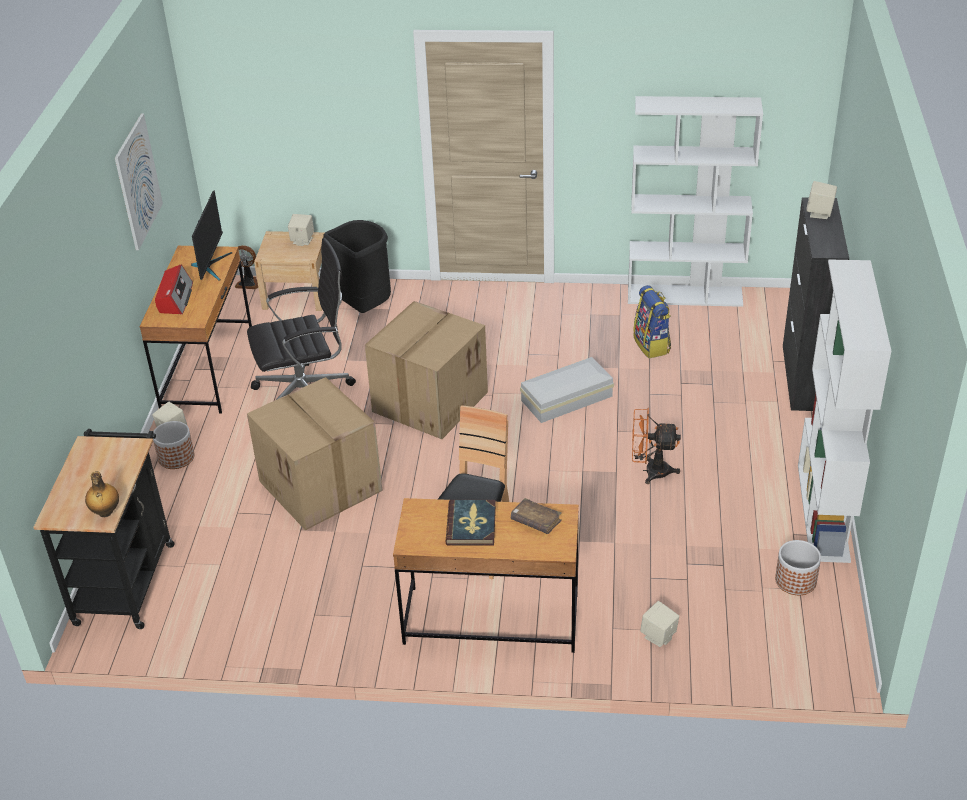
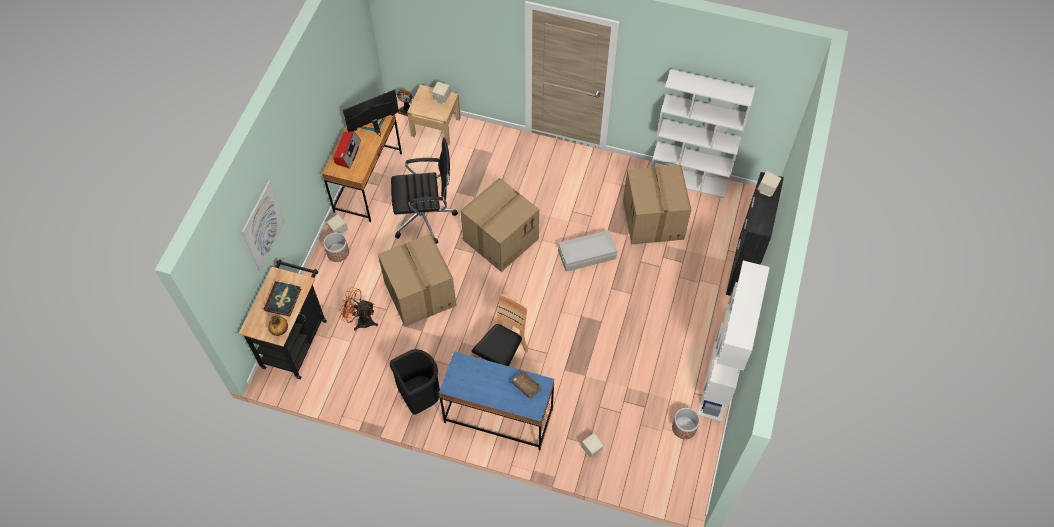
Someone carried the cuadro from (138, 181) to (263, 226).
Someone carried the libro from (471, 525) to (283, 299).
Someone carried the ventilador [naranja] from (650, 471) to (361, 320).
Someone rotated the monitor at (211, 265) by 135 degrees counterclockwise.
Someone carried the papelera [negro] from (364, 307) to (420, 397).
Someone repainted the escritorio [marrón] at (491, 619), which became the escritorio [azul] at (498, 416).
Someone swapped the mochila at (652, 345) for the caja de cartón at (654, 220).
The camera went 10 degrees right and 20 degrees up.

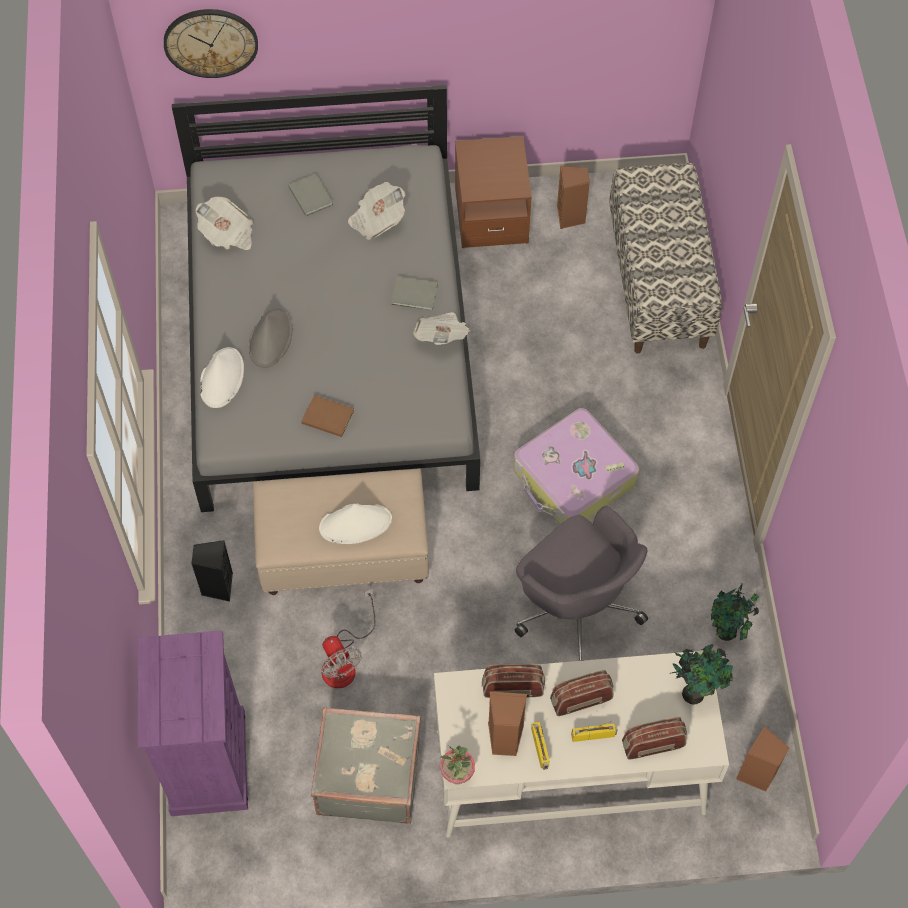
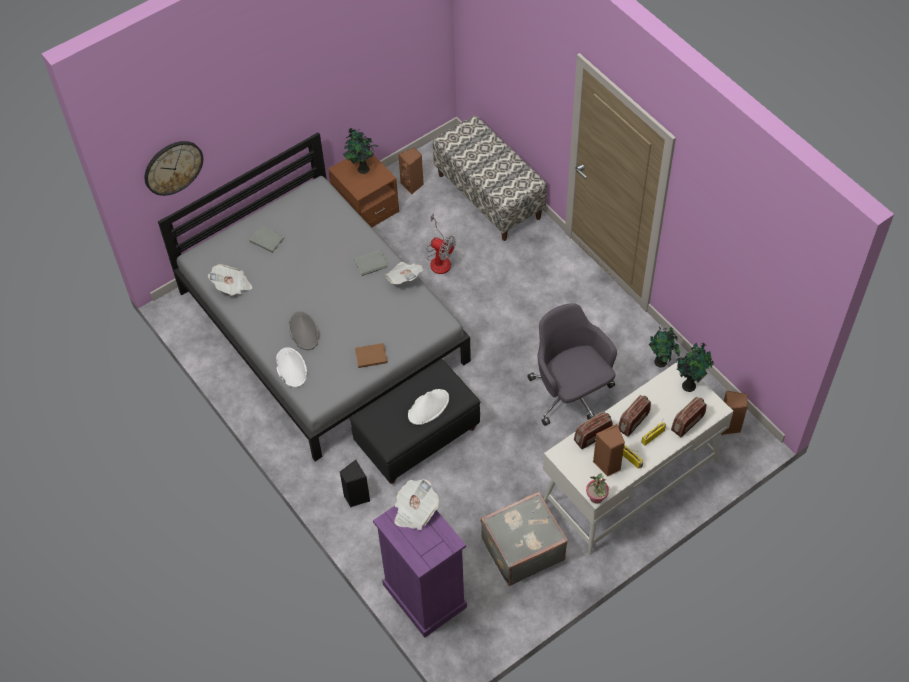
Someone put down the planta en maceta at (362, 169).
Someone repainted the puf [beis] at (345, 552), which became the puf [negro] at (418, 436).
Someone carried the periódico from (377, 220) to (414, 511).
Someone carried the ventilador from (344, 660) to (439, 259).
Someone rotated the silla de oficina [gris] at (576, 607) by 135 degrees counterclockwise.
Someone took away the maleta at (573, 478).
The camera went 30 degrees left and 5 degrees down.

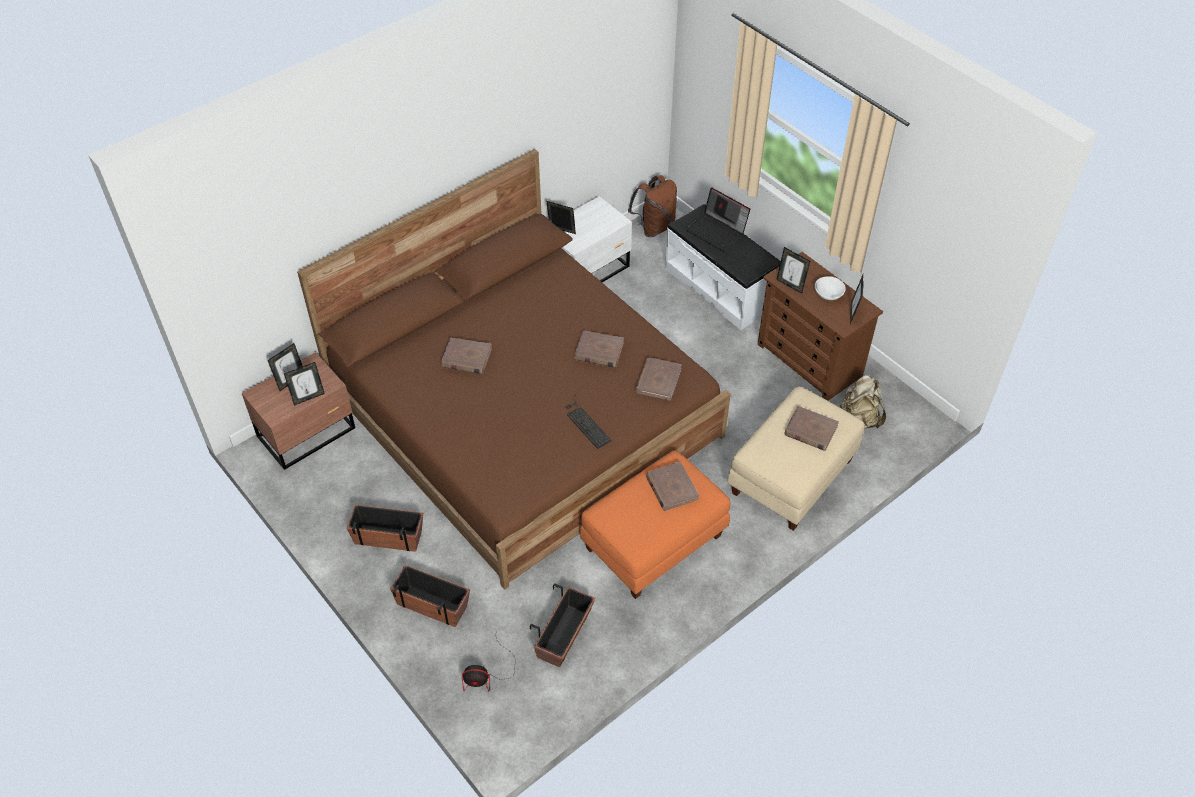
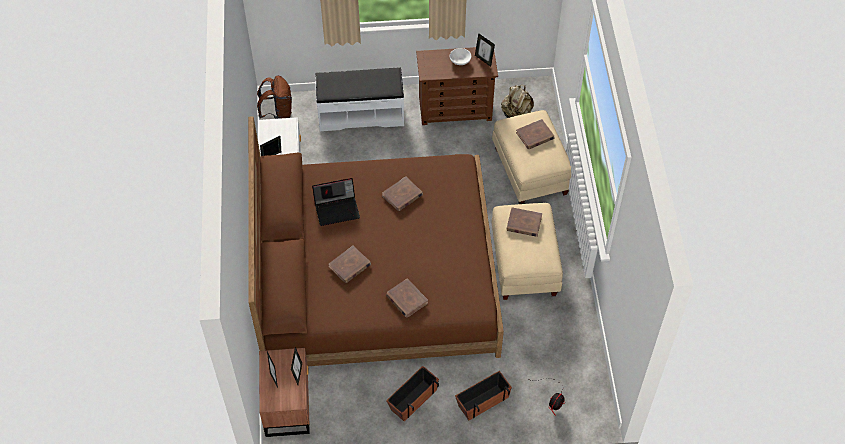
Someone carried the portátil from (717, 231) to (337, 209).
Someone carried the libro [marrón] from (658, 380) to (406, 299).
Someone repainted the puf [naranja] at (653, 541), which became the puf [beis] at (523, 263).
Someone took away the maceta at (564, 635).
Someone took away the teclado at (585, 423).
Someone took away the portarretratos at (790, 285).
The camera went 55 degrees left and 5 degrees up.

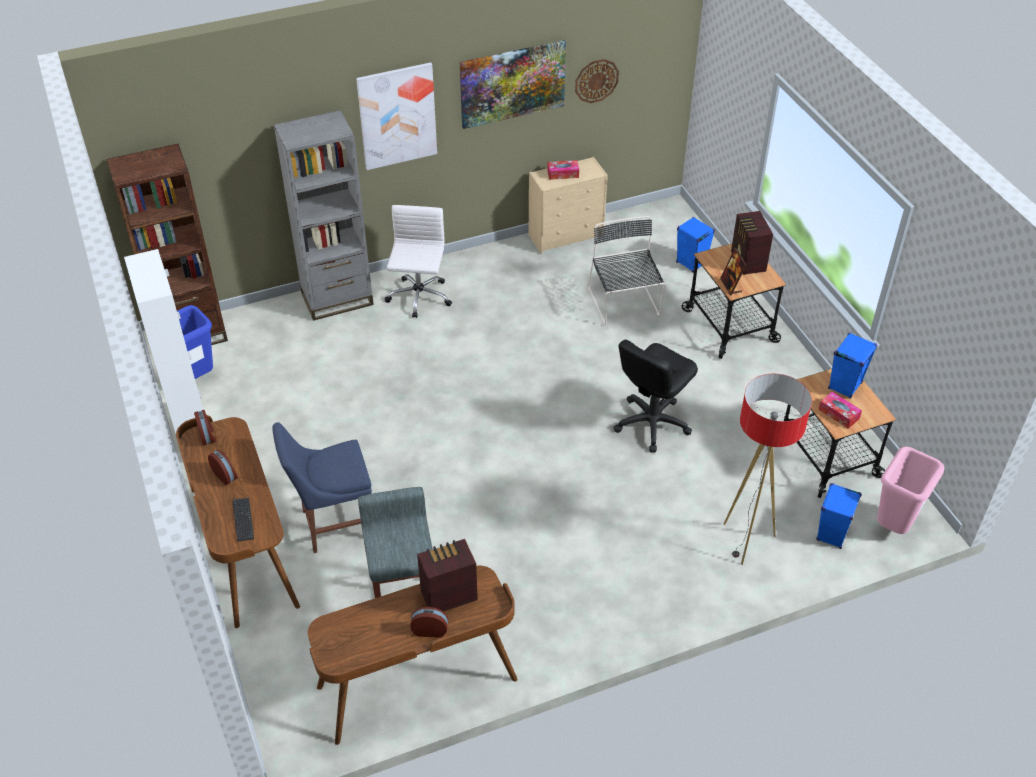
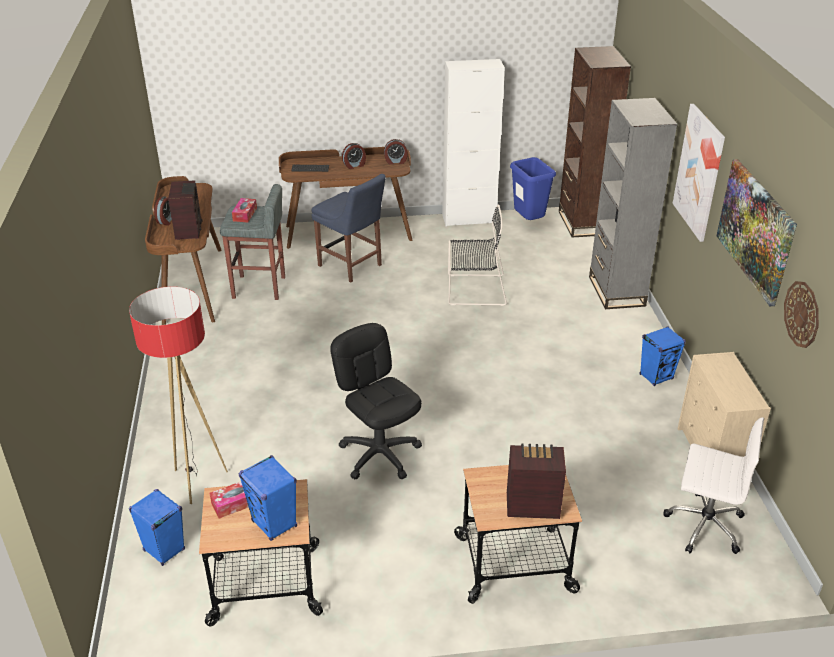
Someone carried the caja de pañuelos from (563, 174) to (245, 214).
Someone rotated the silla [azul] at (333, 524) by 135 degrees clockwise.
Someone carried the silla [negro] from (624, 303) to (473, 290).
Someone carried the altavoz [azul] from (691, 263) to (656, 376).
Someone carried the silla de oficina [blanco] from (419, 298) to (703, 524).
Someone took away the portarretratos at (731, 286).
Someone took away the papelera [rosa] at (894, 526).
The camera went 105 degrees right and 10 degrees down.

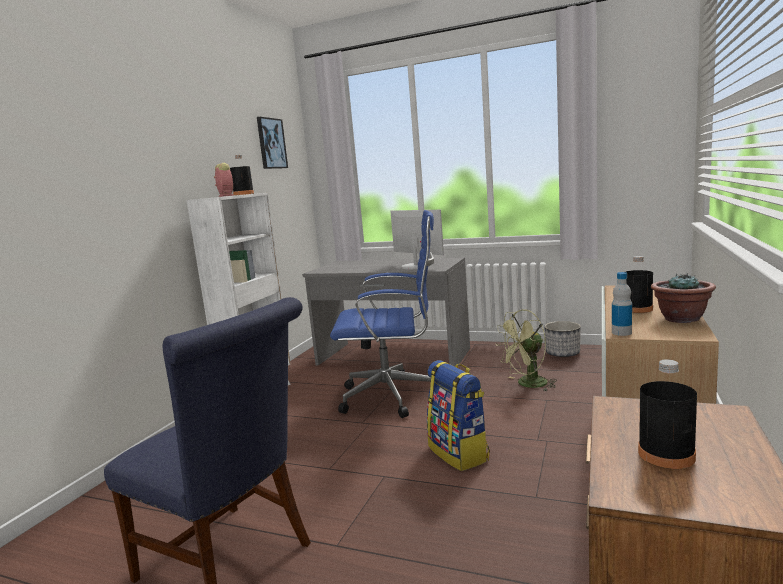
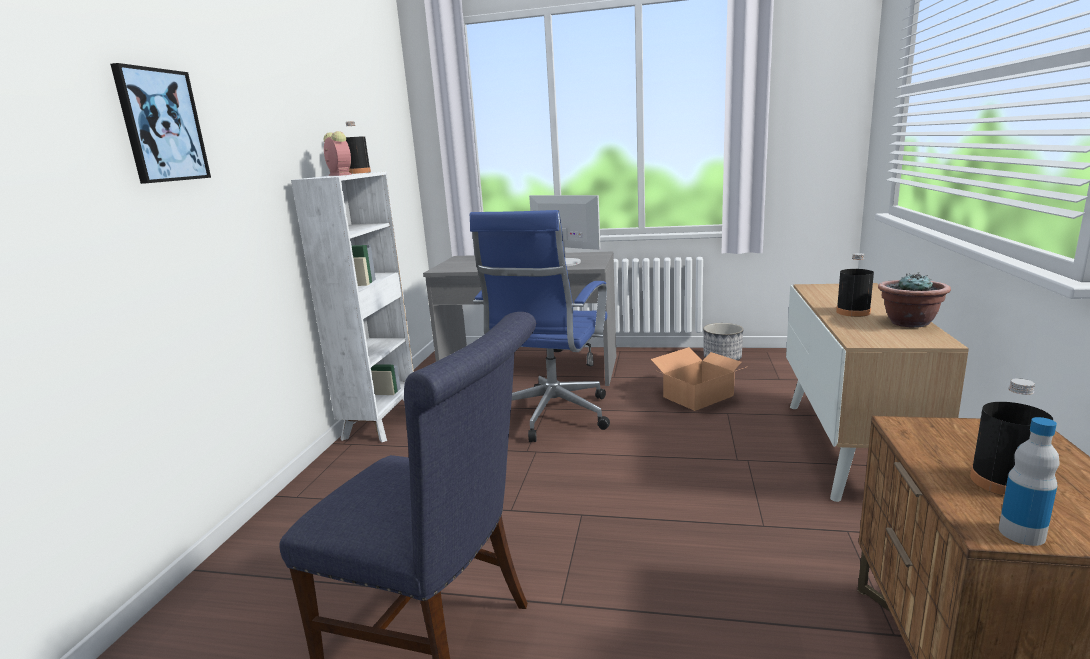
Someone carried the cuadro from (271, 143) to (161, 126).
Someone rotated the silla de oficina [azul] at (393, 396) by 120 degrees clockwise.
Someone swapped the ventilador [verde] at (527, 385) for the caja de cartón at (699, 396).
Someone carried the botella from (621, 332) to (1021, 533).
Someone took away the mochila at (459, 453).
The camera went 10 degrees left and 5 degrees up.

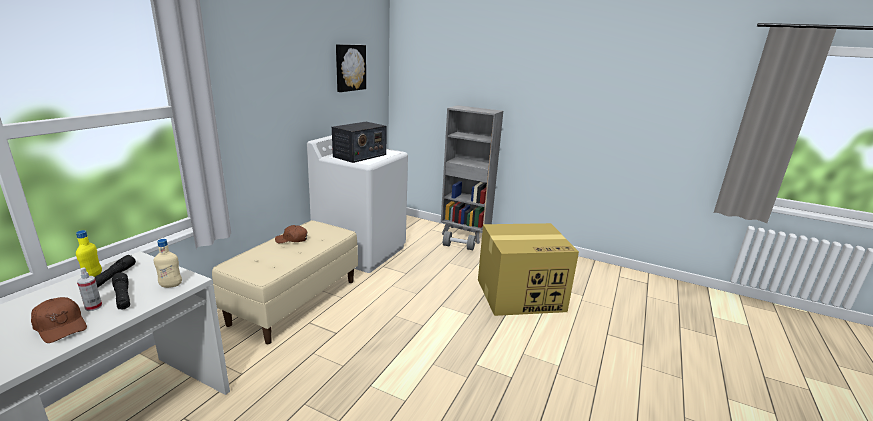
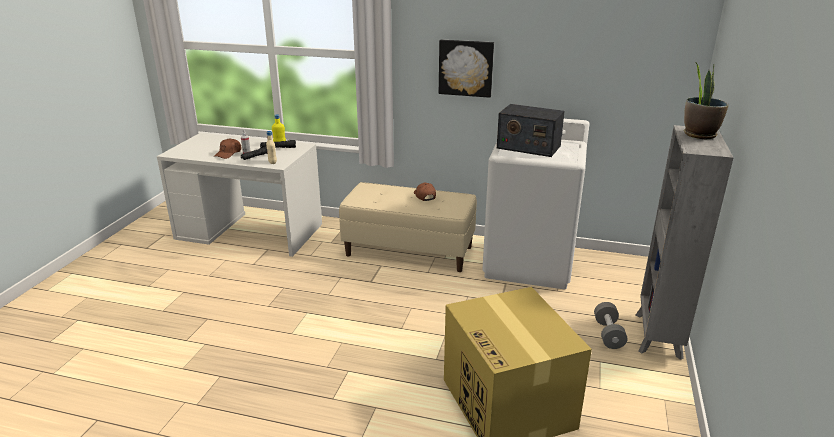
Someone carried the cuadro from (349, 67) to (466, 68).
Someone put down the planta en maceta at (699, 135).
The camera went 80 degrees right and 5 degrees up.

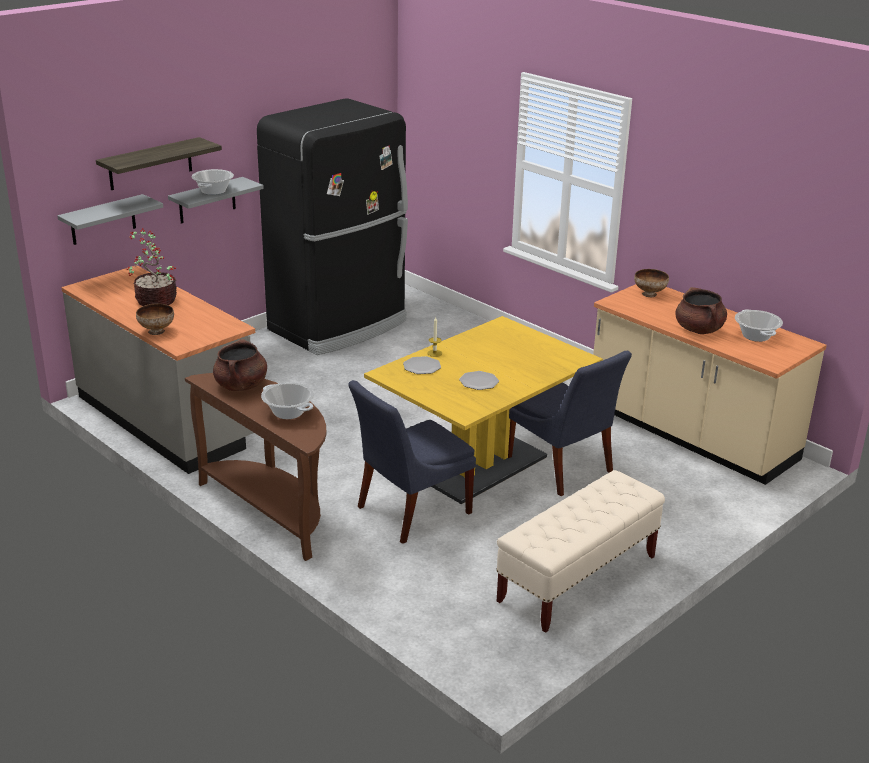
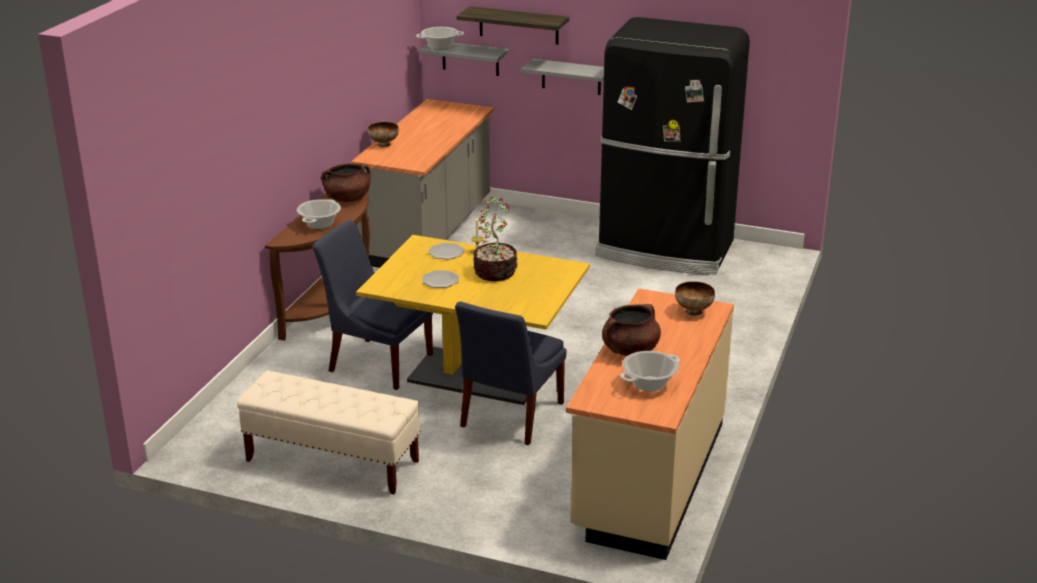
Someone carried the olla from (214, 191) to (440, 46).
Someone carried the planta en maceta from (155, 300) to (495, 272).
The camera went 65 degrees right and 0 degrees up.

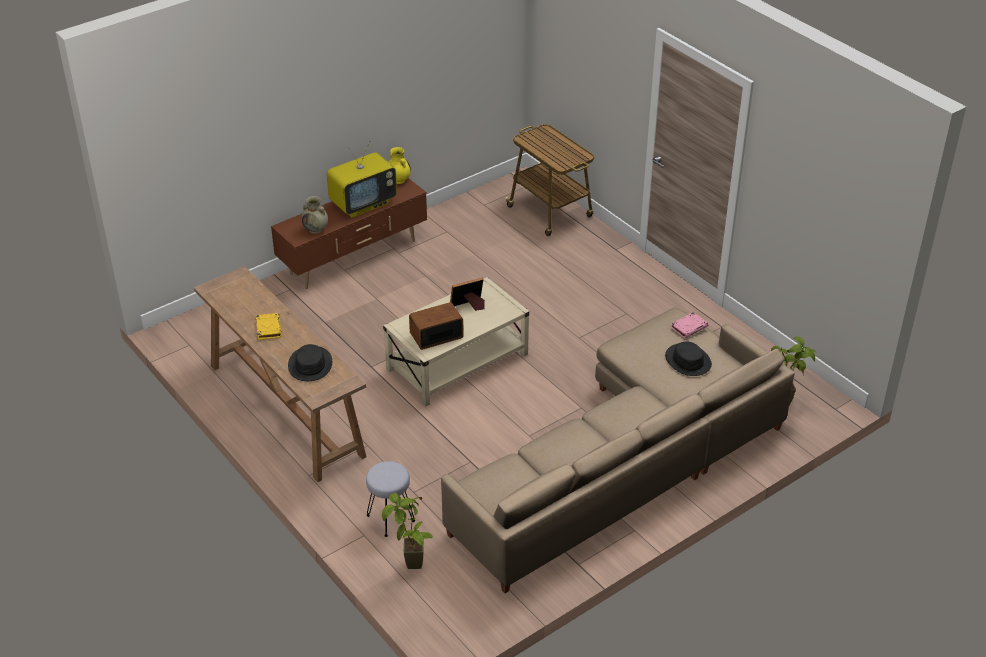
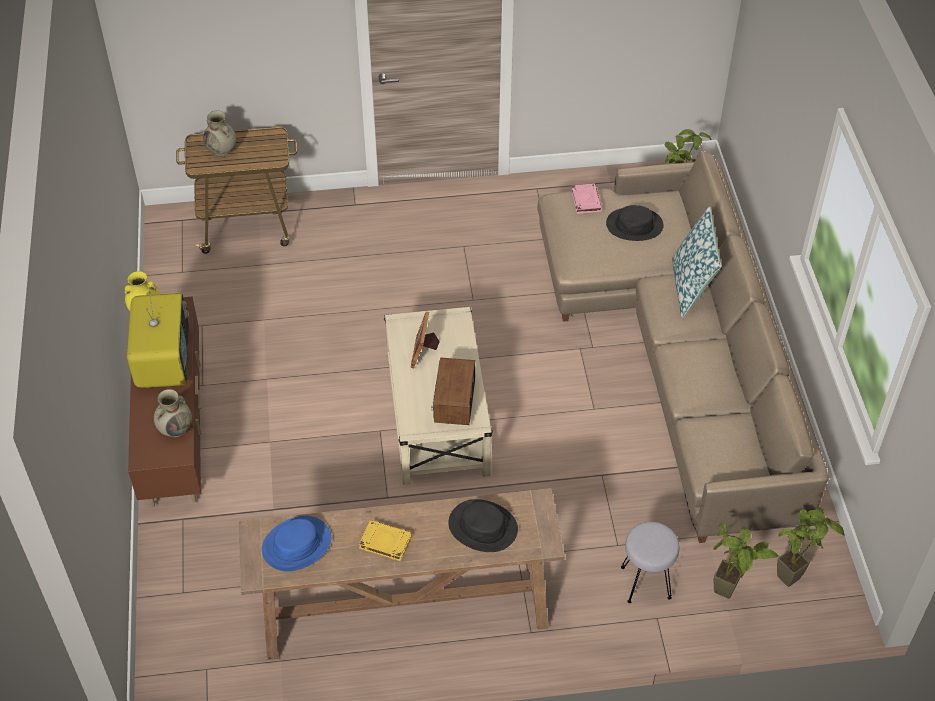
Someone put down the florero [beis] at (222, 150).
Someone put down the sombrero [azul] at (297, 545).
Someone put down the cojín at (691, 287).
Someone put down the planta en maceta at (796, 575).
The camera went 60 degrees left and 10 degrees up.

